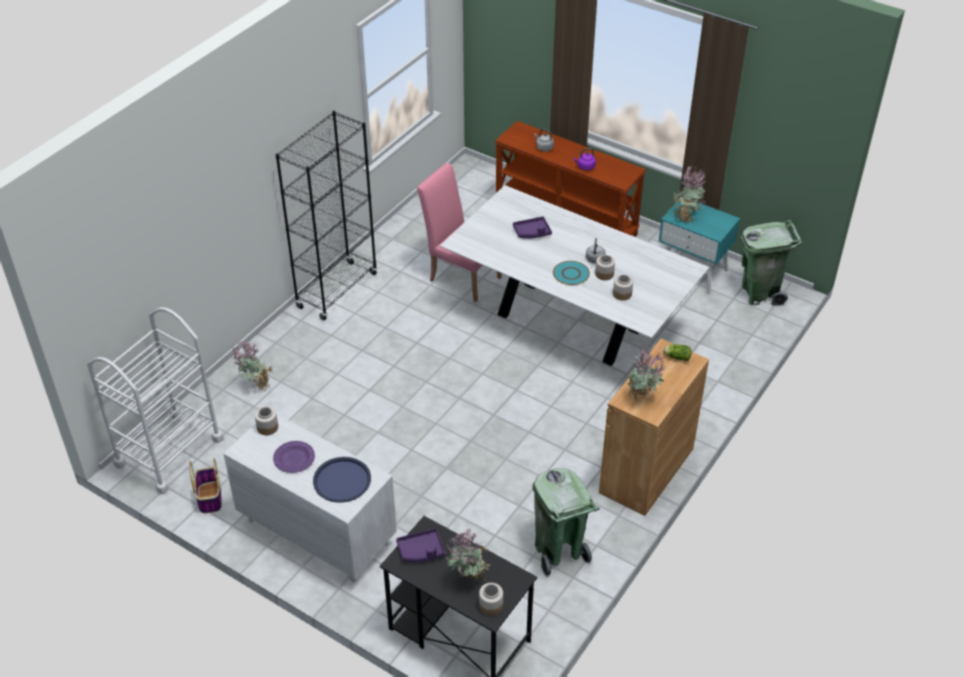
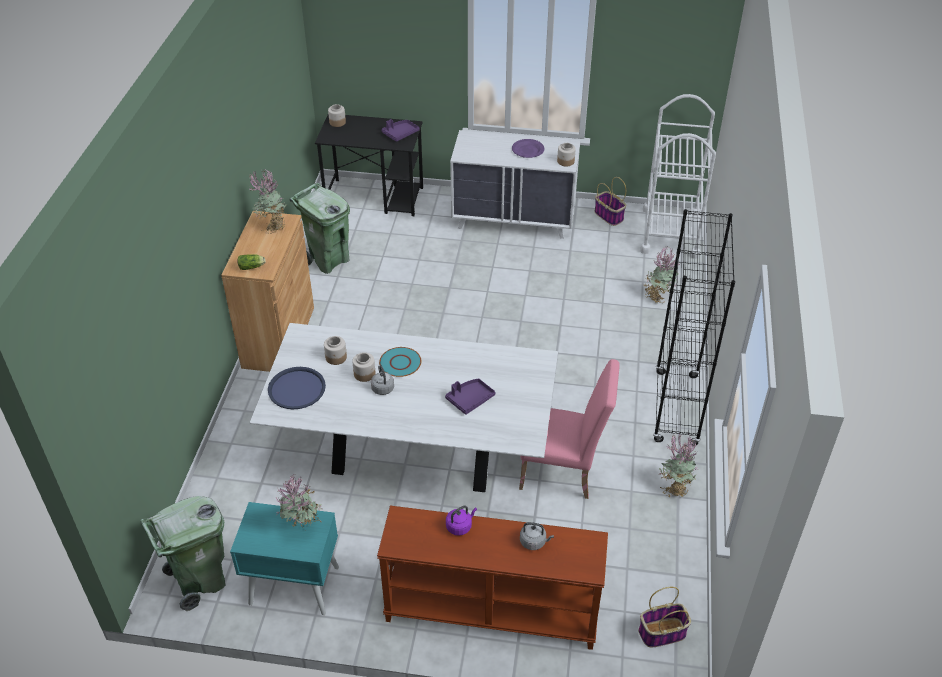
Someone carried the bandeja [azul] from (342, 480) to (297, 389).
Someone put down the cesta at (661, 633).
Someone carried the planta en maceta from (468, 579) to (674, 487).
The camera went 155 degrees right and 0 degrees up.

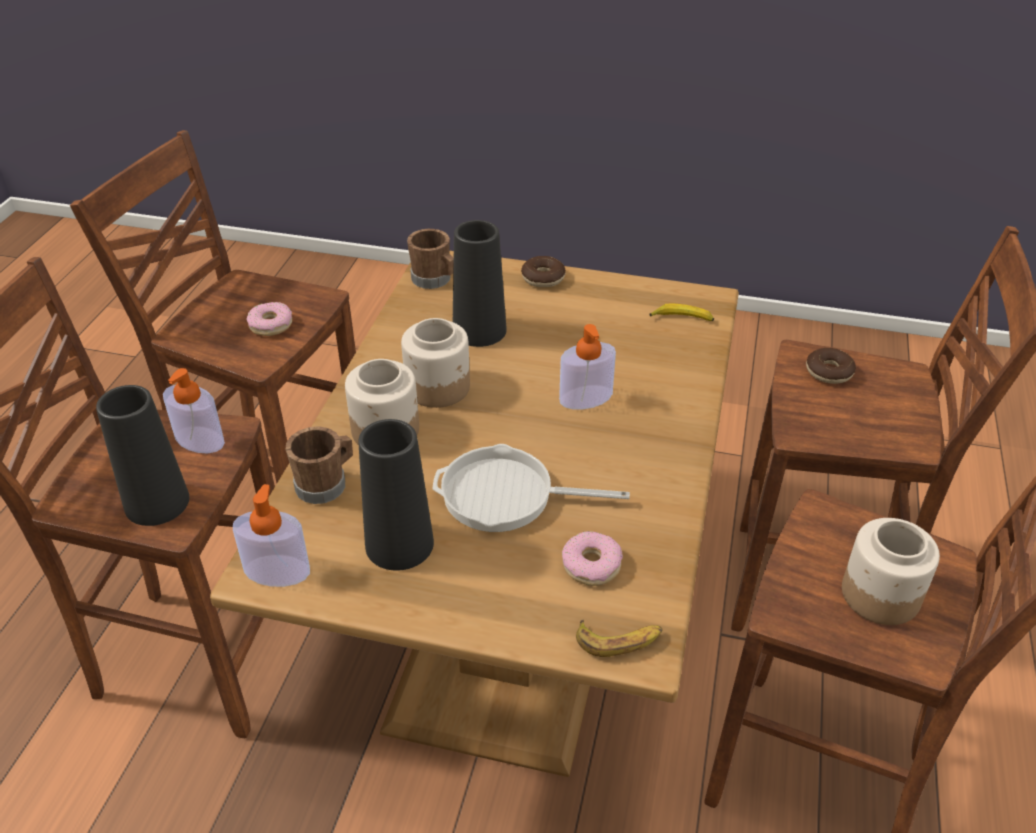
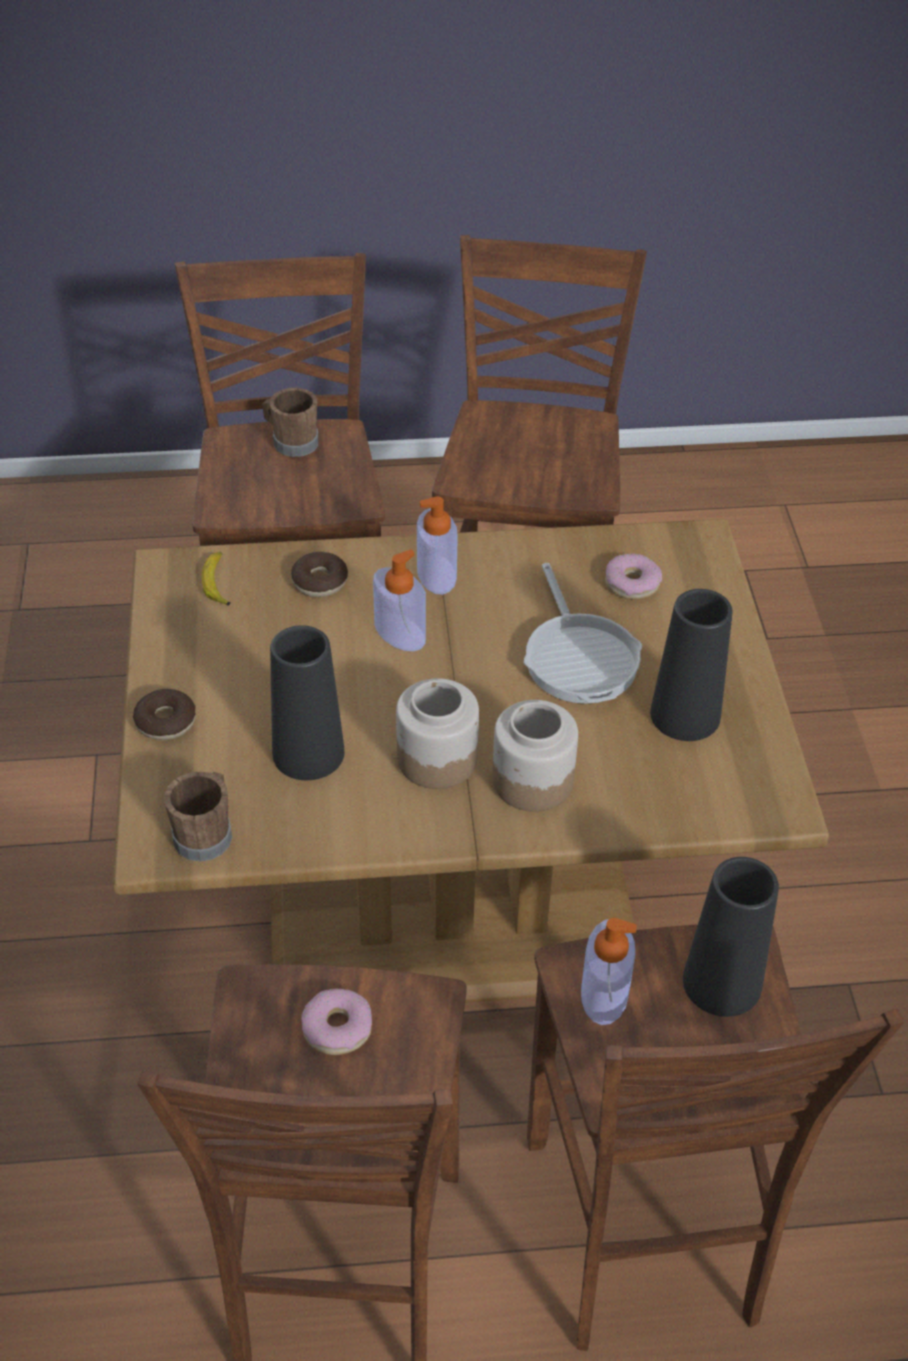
Someone carried the taza grande [marrón] from (326, 484) to (291, 442).
Someone carried the rosquilla from (829, 372) to (320, 581).
Someone carried the dispensador de jabón from (277, 571) to (436, 574).
Someone took away the plátano at (619, 640).
Someone took away the tarro at (879, 595).
The camera went 110 degrees left and 5 degrees up.

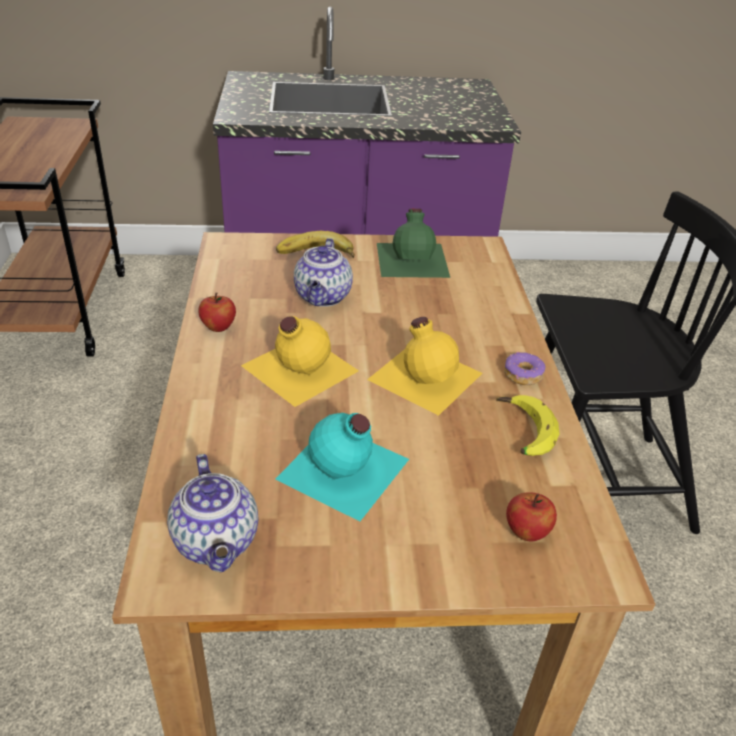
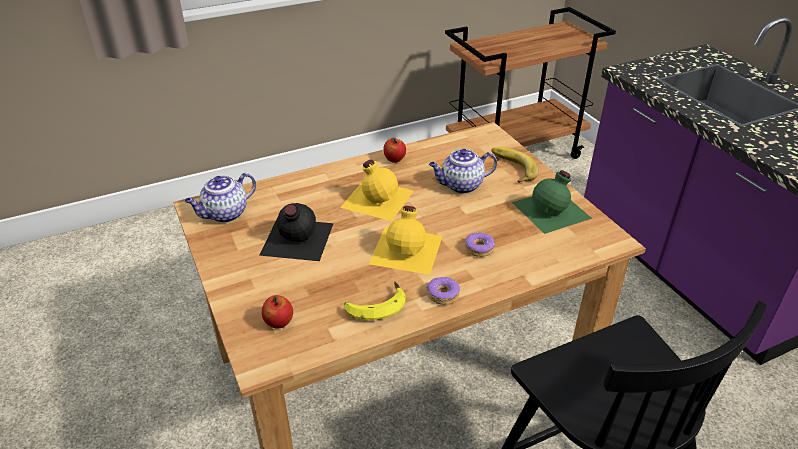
Someone repainted the botella [turquesa] at (344, 470), which became the botella [negro] at (296, 239).
Someone put down the rosquilla at (479, 248).
The camera went 70 degrees right and 0 degrees up.

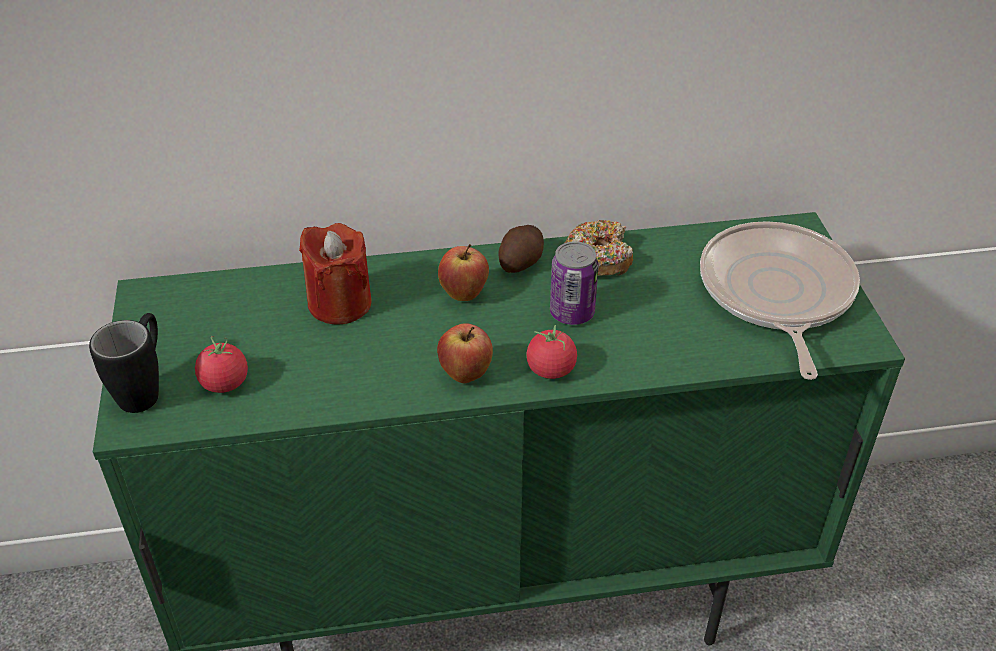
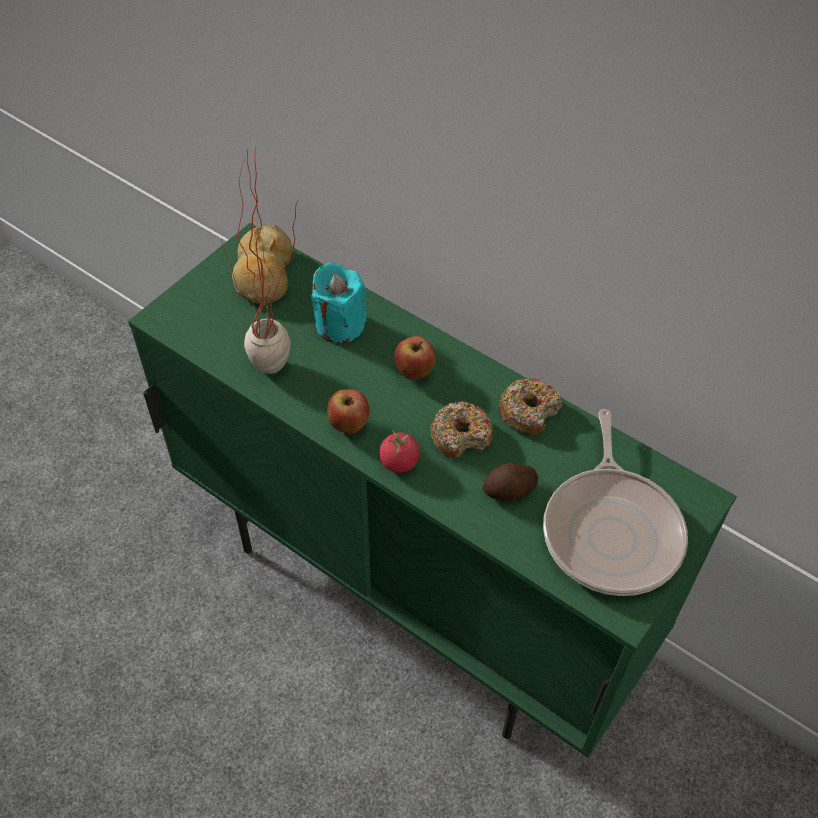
Someone put down the planta en maceta at (279, 375).
Someone put down the pan at (264, 275).
Someone repainted the vela [rojo] at (339, 303), which became the vela [turquesa] at (340, 324).
Someone swapped the lata at (572, 313) for the rosquilla at (461, 436).
Someone carried the patata from (522, 262) to (510, 491).
Someone rotated the sartén at (776, 294) by 135 degrees clockwise.
Someone took away the taza grande [negro] at (145, 388).
Someone took away the tomate at (224, 383).
The camera went 45 degrees right and 10 degrees up.

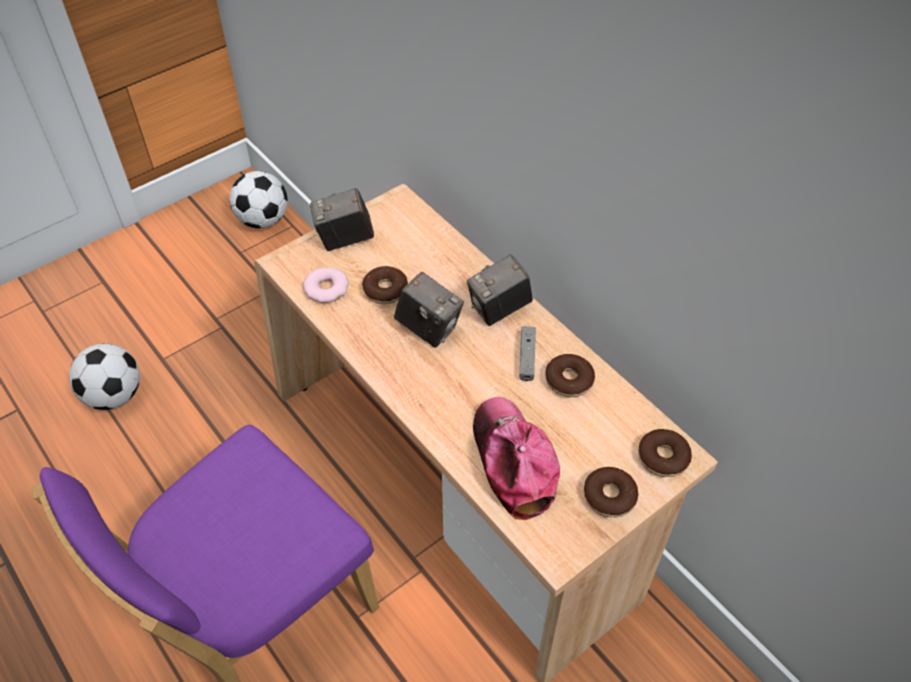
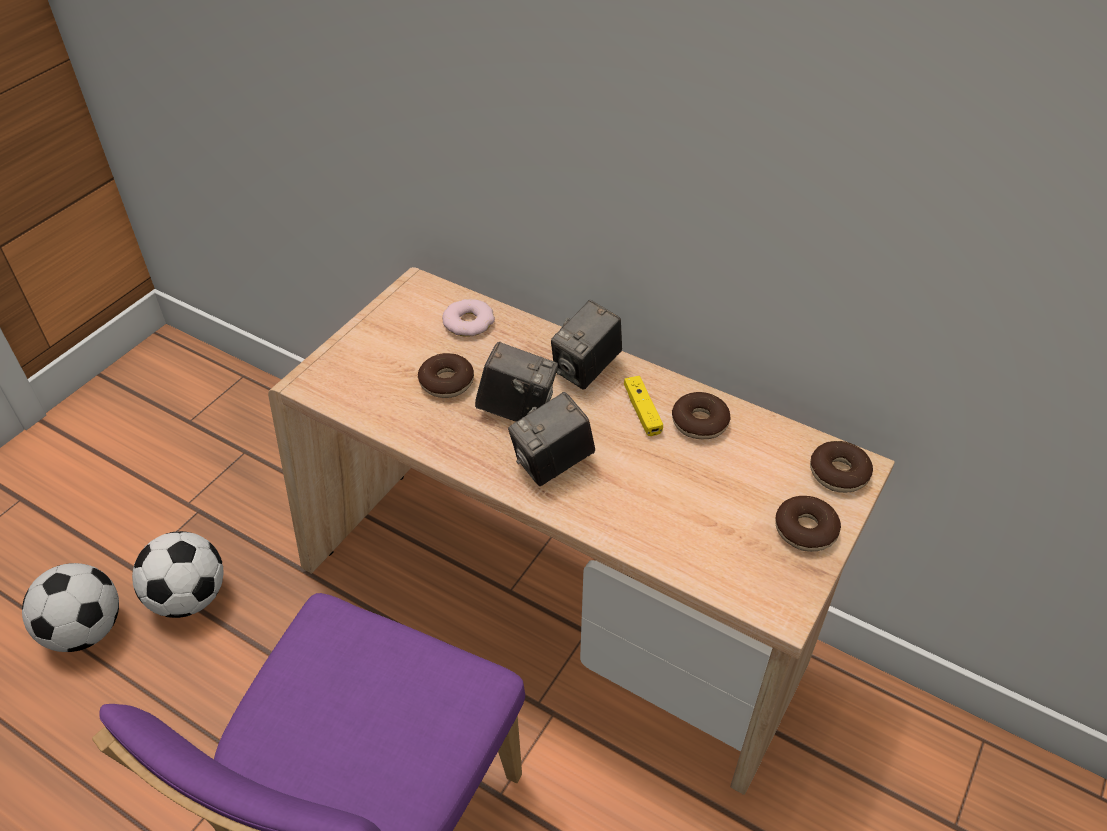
Someone carried the balón de fútbol from (263, 220) to (189, 597).
Someone carried the rosquilla from (326, 288) to (468, 322).
Someone carried the cámara from (345, 239) to (552, 464).
Someone repainted the mando de consola [gris] at (527, 357), which became the mando de consola [amarillo] at (642, 411).
Someone took away the gorra at (513, 461).
The camera went 20 degrees left and 5 degrees down.

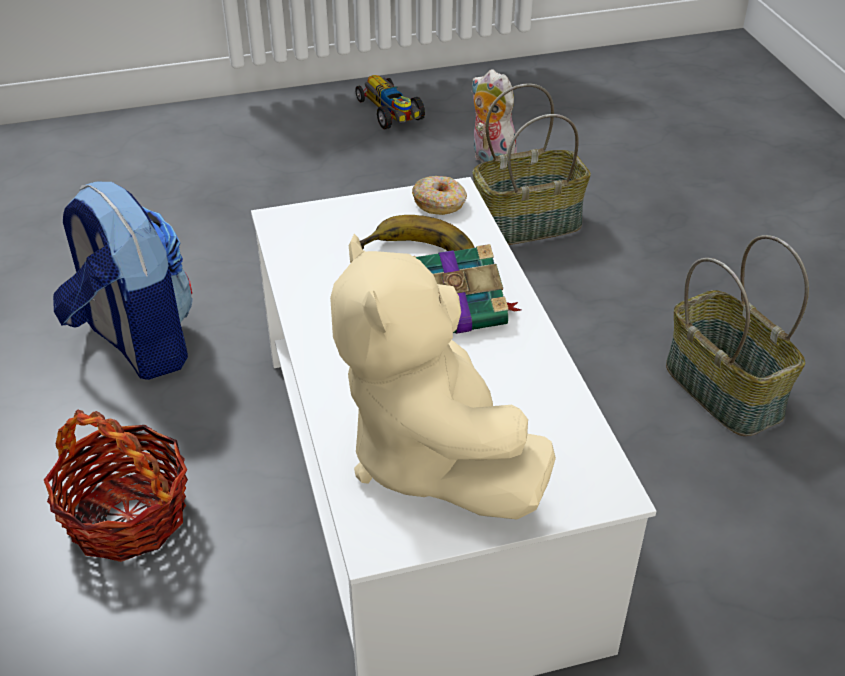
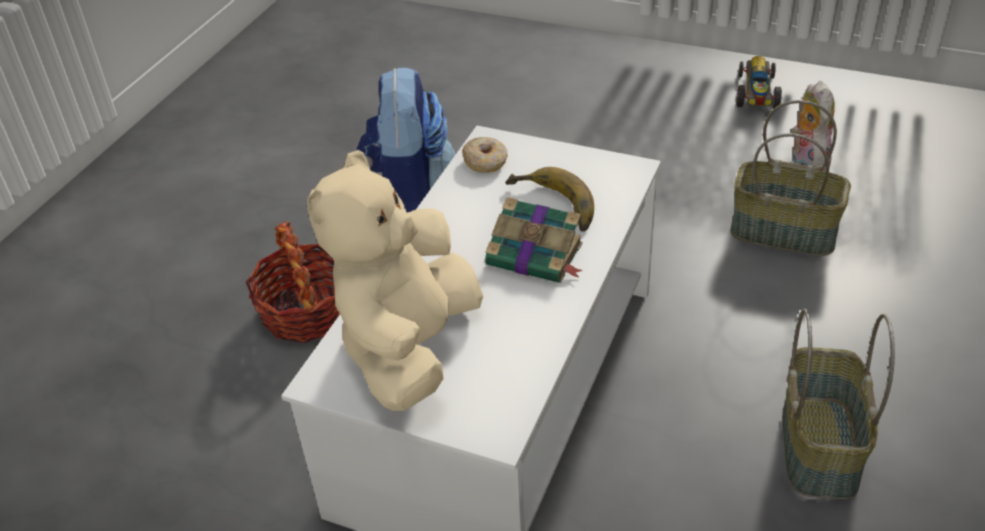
Someone carried the rosquilla from (440, 203) to (485, 162).
The camera went 40 degrees right and 0 degrees up.

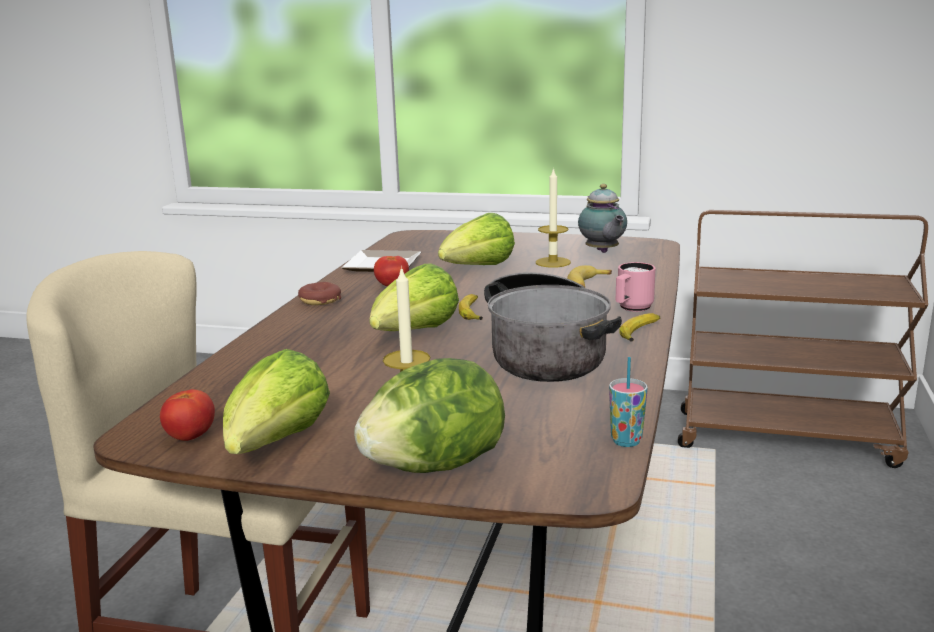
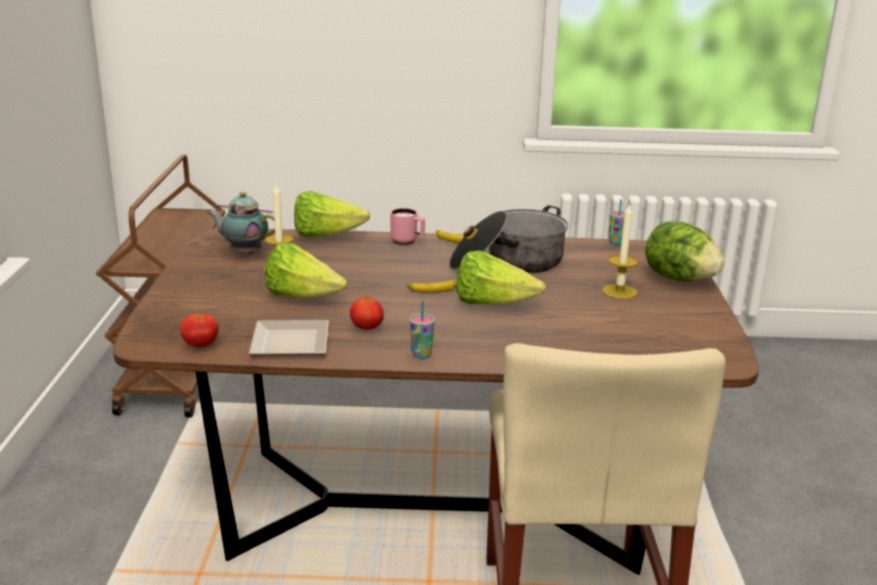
Someone carried the tomate from (191, 437) to (201, 345).
Someone rotated the tetera at (602, 252) by 135 degrees counterclockwise.
Someone carried the lechuga from (276, 445) to (325, 236).
Someone swapped the rosquilla at (320, 301) for the taza at (421, 355).
Someone took away the plátano at (587, 285).
The camera went 105 degrees left and 5 degrees up.

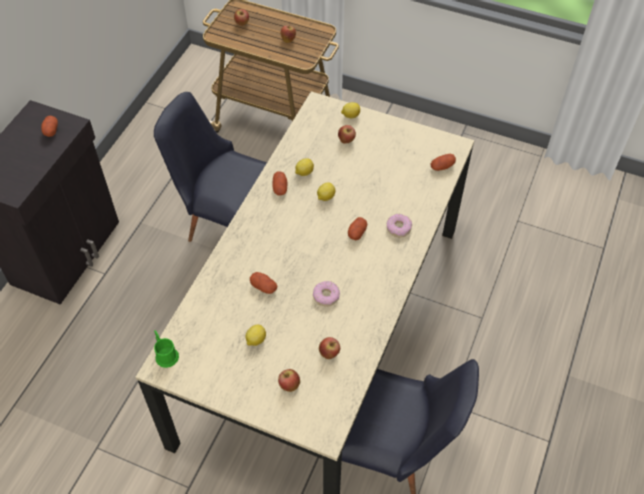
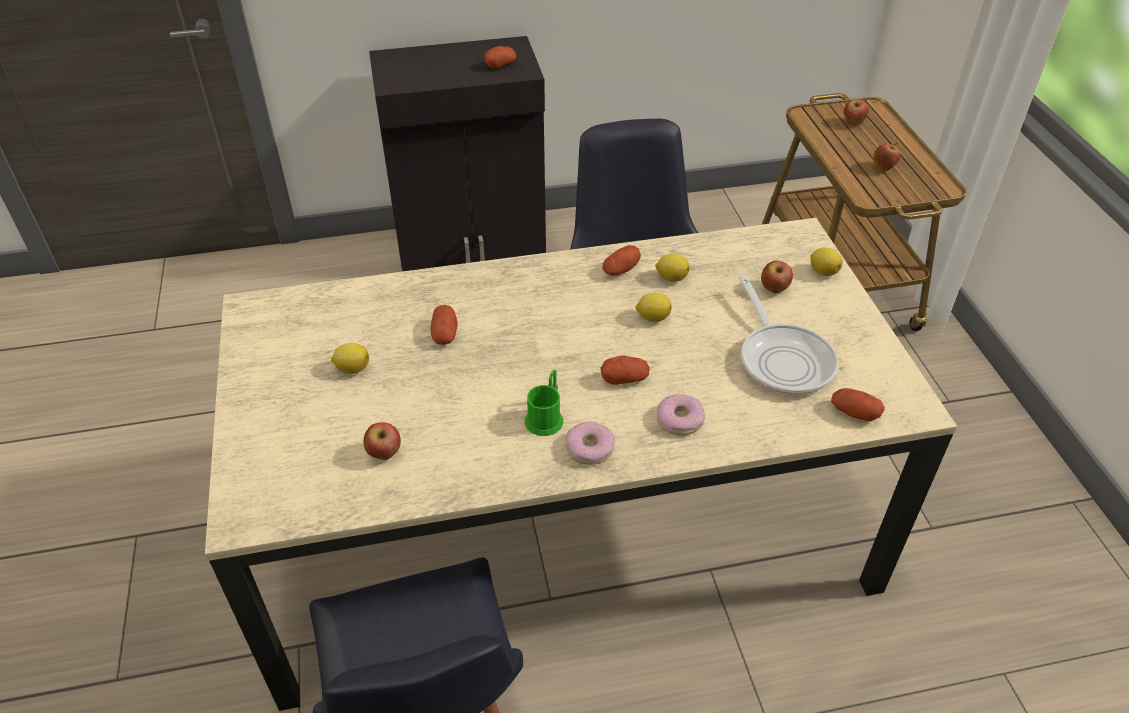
Someone carried the taza grande [verde] from (165, 354) to (546, 417).
Someone carried the rosquilla from (326, 296) to (589, 448).
Someone put down the sartén at (783, 359).
Someone took away the manzana at (289, 385).
The camera went 55 degrees right and 10 degrees down.

